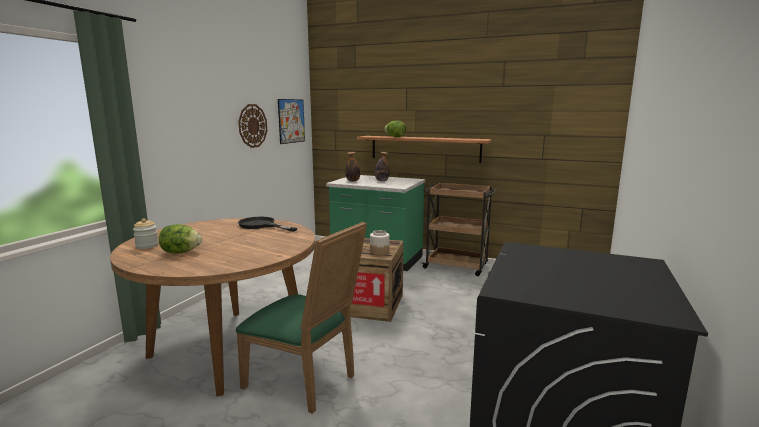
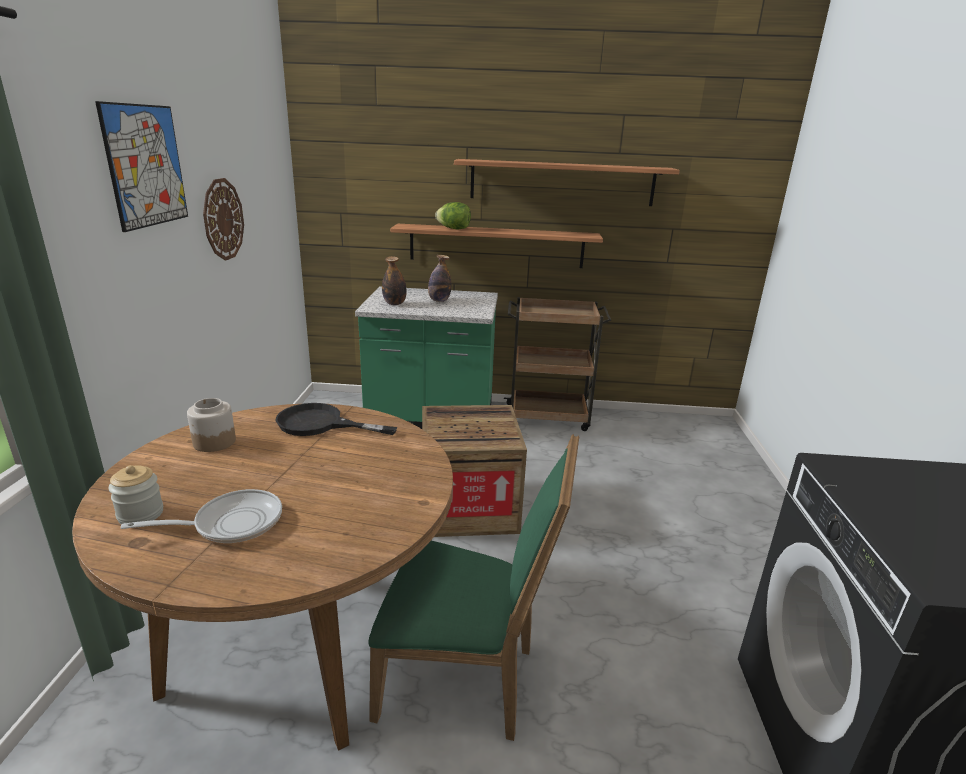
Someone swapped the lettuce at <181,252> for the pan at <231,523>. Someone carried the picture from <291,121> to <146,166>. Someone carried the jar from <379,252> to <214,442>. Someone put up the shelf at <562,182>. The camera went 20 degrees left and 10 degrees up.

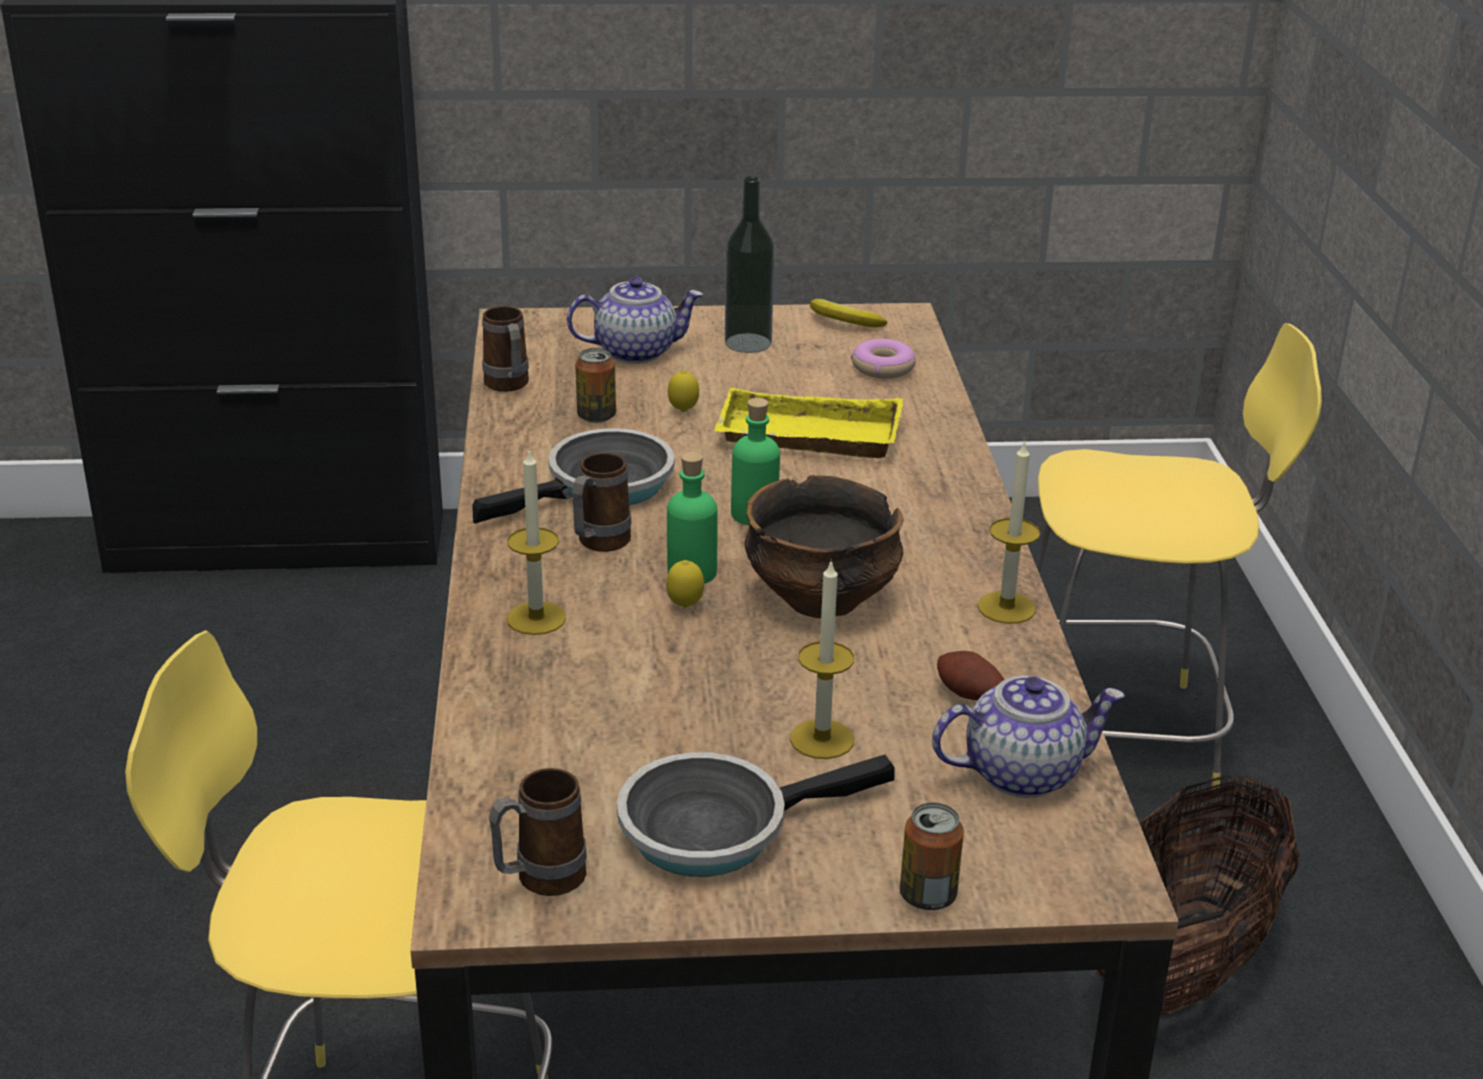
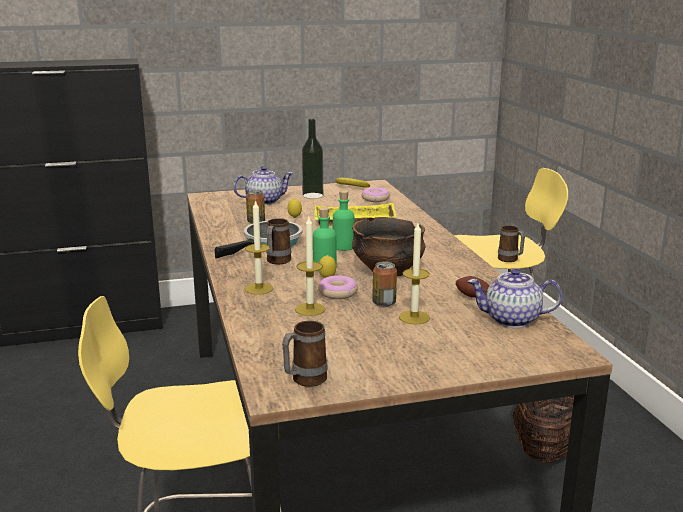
Someone carried the mug from <508,387> to <510,260>. Someone took away the pan at <716,828>. Someone carried the metal can from <928,896> to <384,303>. Someone rotated the tea pot at <1022,772> by 150 degrees counterclockwise. Someone carried the candle from <1006,607> to <310,309>. Someone put down the doughnut at <338,293>. The camera went 10 degrees left and 10 degrees down.

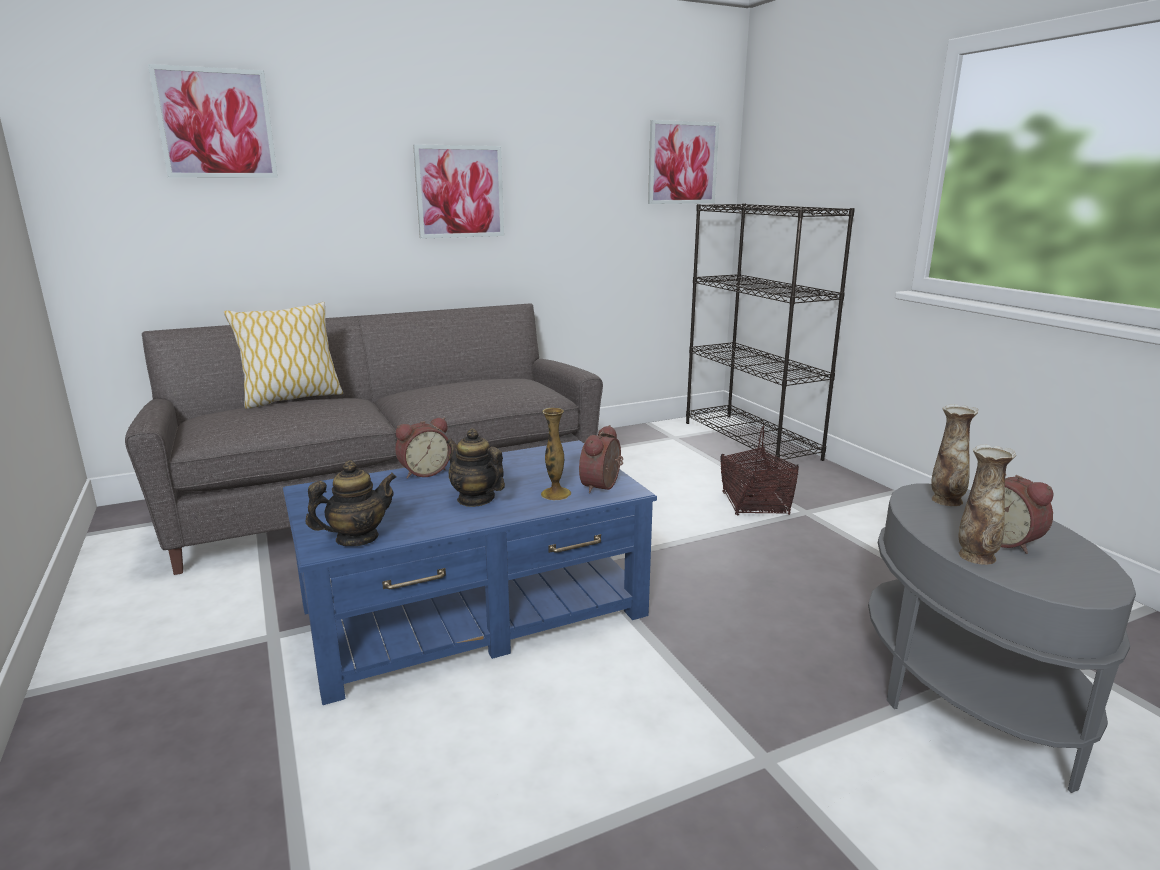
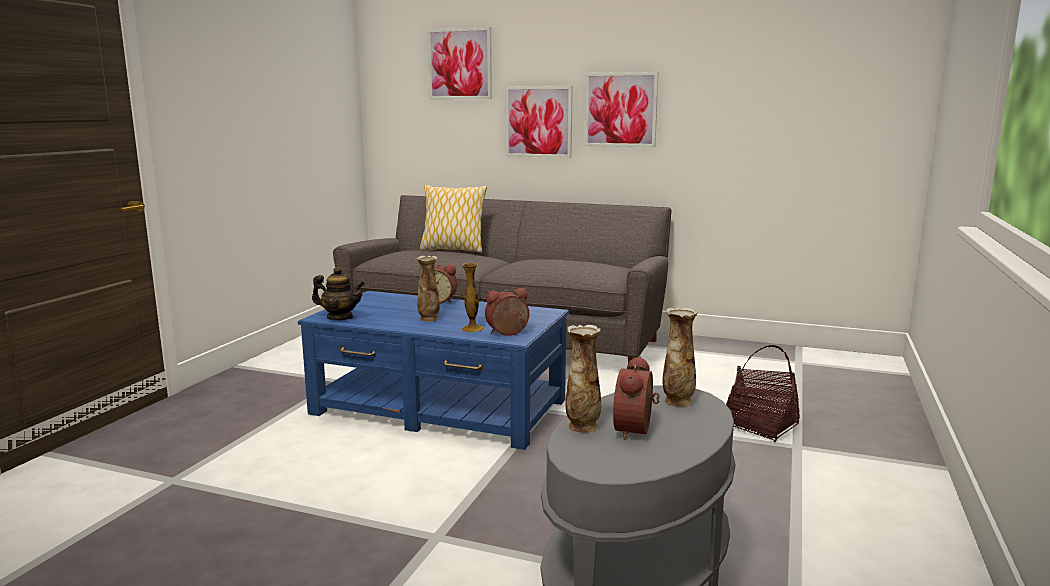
Someone swapped the tea pot at <476,499> for the flower vase at <428,319>. Someone carried the picture from <682,163> to <538,121>. Someone took away the black shelving unit at <751,440>. The camera went 45 degrees right and 5 degrees down.

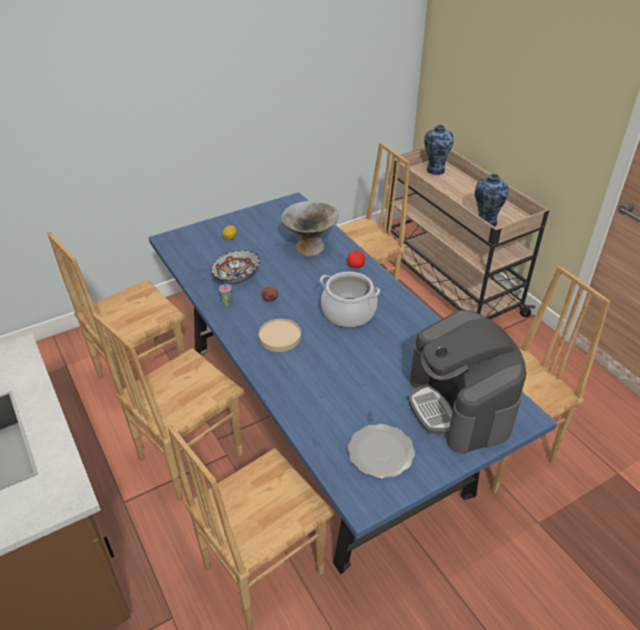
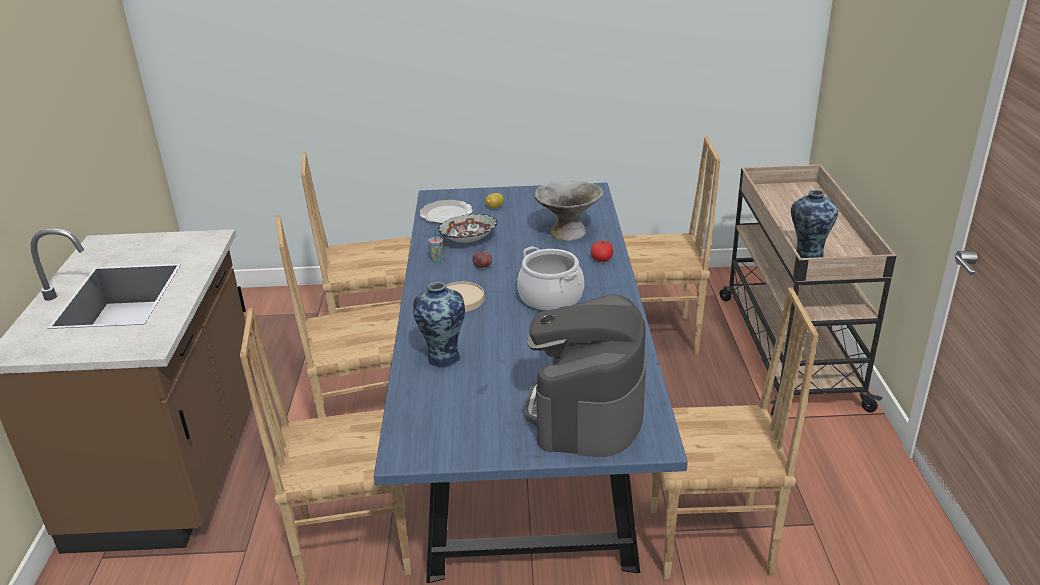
Someone carried the dinner plate from <381,452> to <447,214>. Someone carried the flower vase from <434,170> to <443,357>. The camera went 30 degrees right and 10 degrees down.

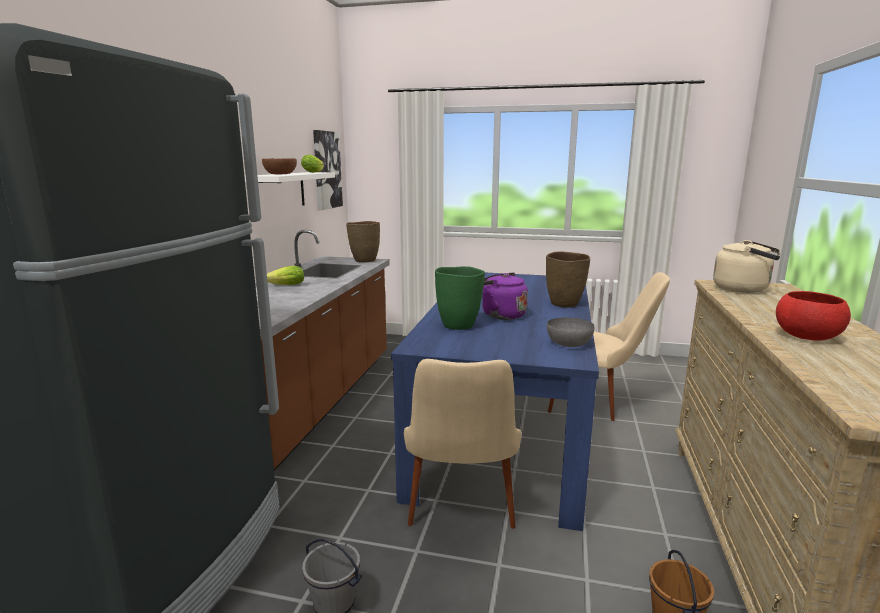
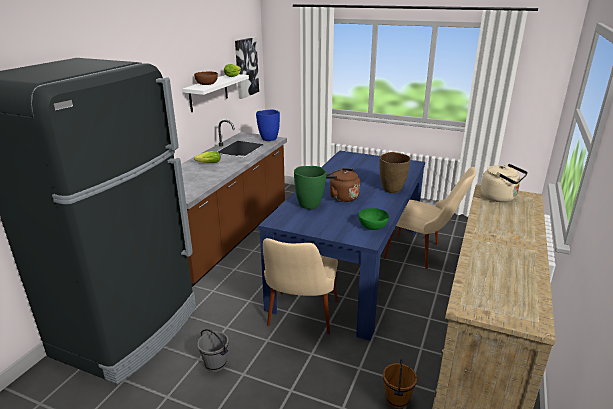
Someone repainted the brown-coloured flower vase at <364,261>, which became the blue-coloured flower vase at <268,139>. Someone repainted the purple tea kettle at <500,315>, which became the brown-coloured tea kettle at <342,197>. Someone repainted the greyish serving bowl at <568,344>, which became the green serving bowl at <372,226>. Someone took away the reddish serving bowl at <806,336>. The camera went 10 degrees right and 10 degrees up.

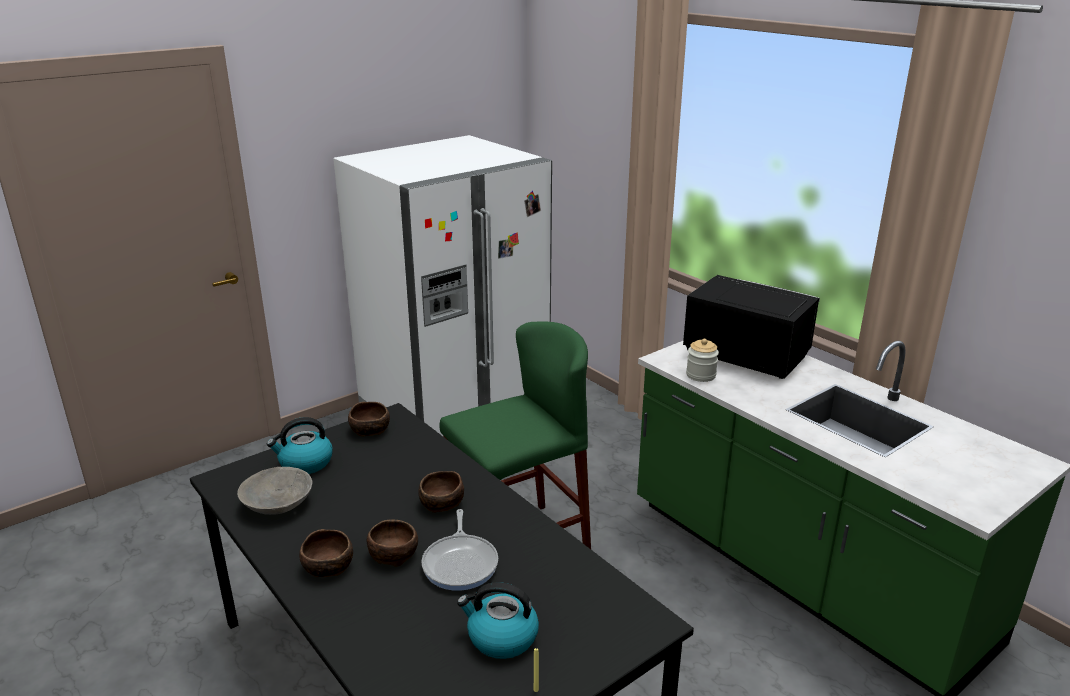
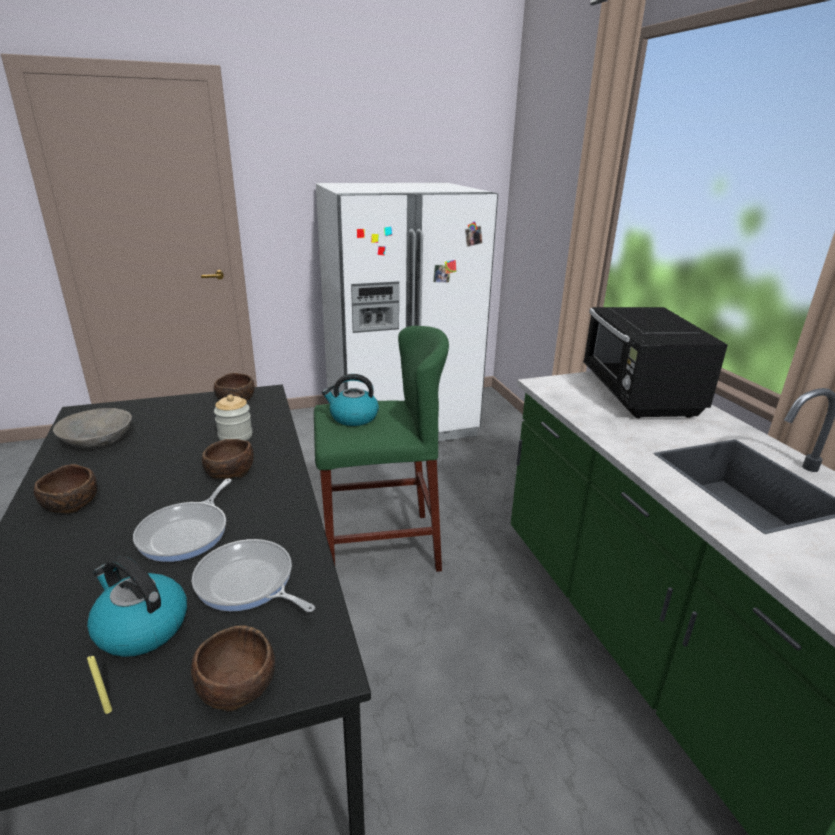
Someone carried the tea kettle from <305,463> to <353,417>. Someone carried the brown-coloured serving bowl from <393,554> to <238,682>. Someone rotated the black kitchen microwave at <744,355> by 150 degrees counterclockwise. Someone carried the jar from <701,375> to <235,436>. Someone put down the pan at <248,583>. The camera went 20 degrees right and 0 degrees up.

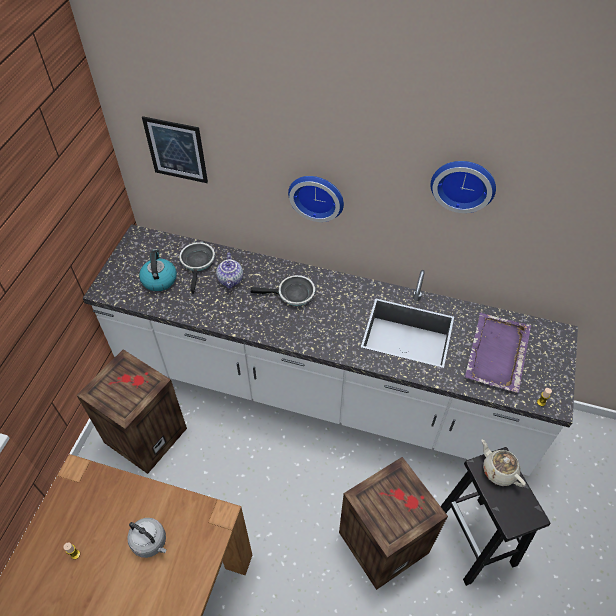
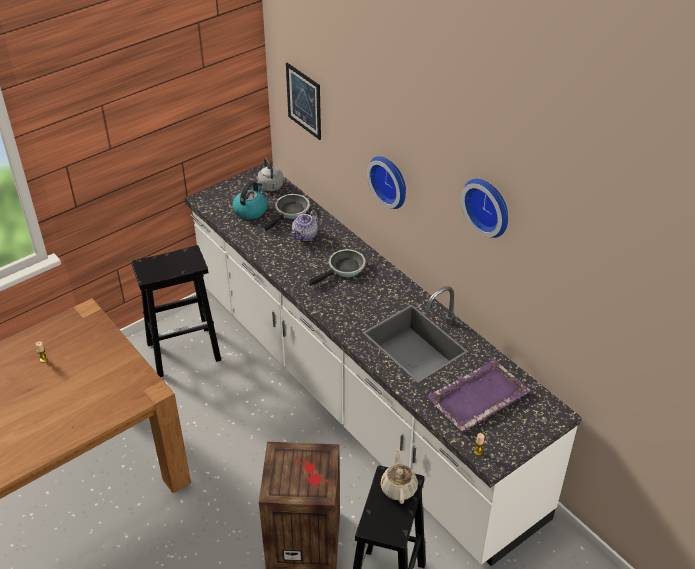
Someone swapped the crate at <145,434> for the black stool at <185,351>. Someone carried the greyish tea kettle from <151,542> to <271,187>. Someone rotated the pan at <293,294> by 75 degrees counterclockwise. The camera went 35 degrees right and 10 degrees down.

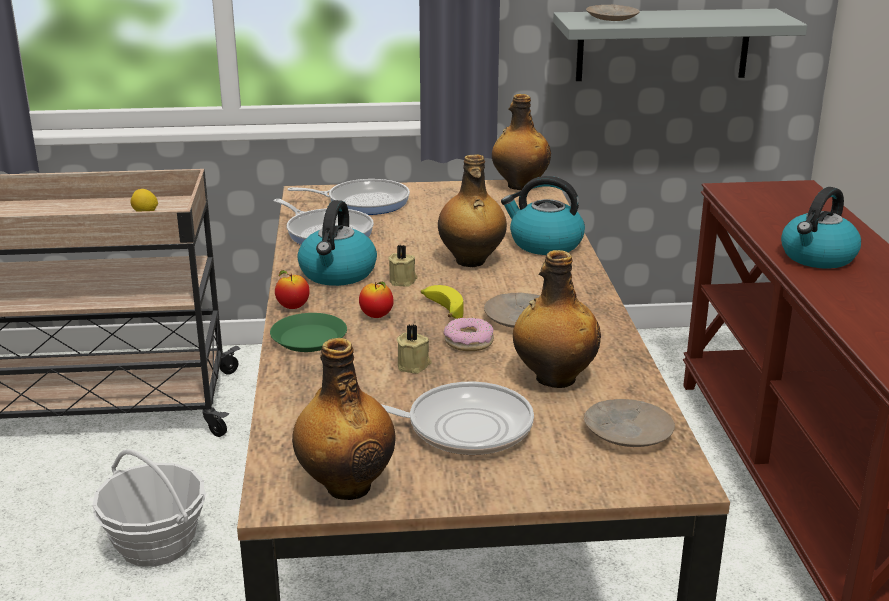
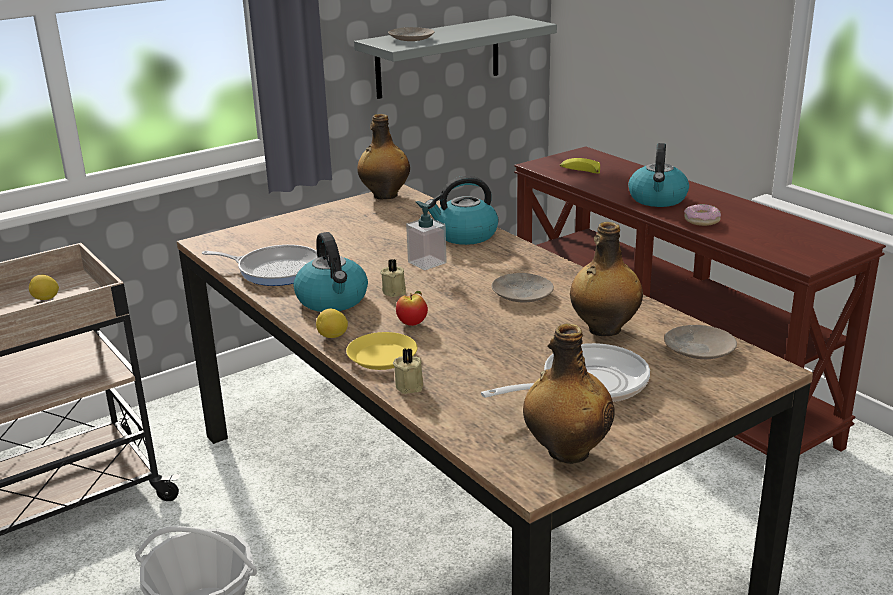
Someone repainted the green dinner plate at <308,339>, which became the yellowish dinner plate at <382,357>. Someone swapped the whole apple at <293,307> for the citrus fruit at <333,336>. Someone took away the pan at <363,202>. Someone carried the sand-coloured candle from <414,365> to <410,385>. Someone carried the banana fruit from <442,309> to <580,172>. Someone swapped the drink bottle at <471,261> for the soap dispenser at <427,262>. Someone carried the doughnut from <469,342> to <702,220>. The camera went 30 degrees left and 0 degrees up.

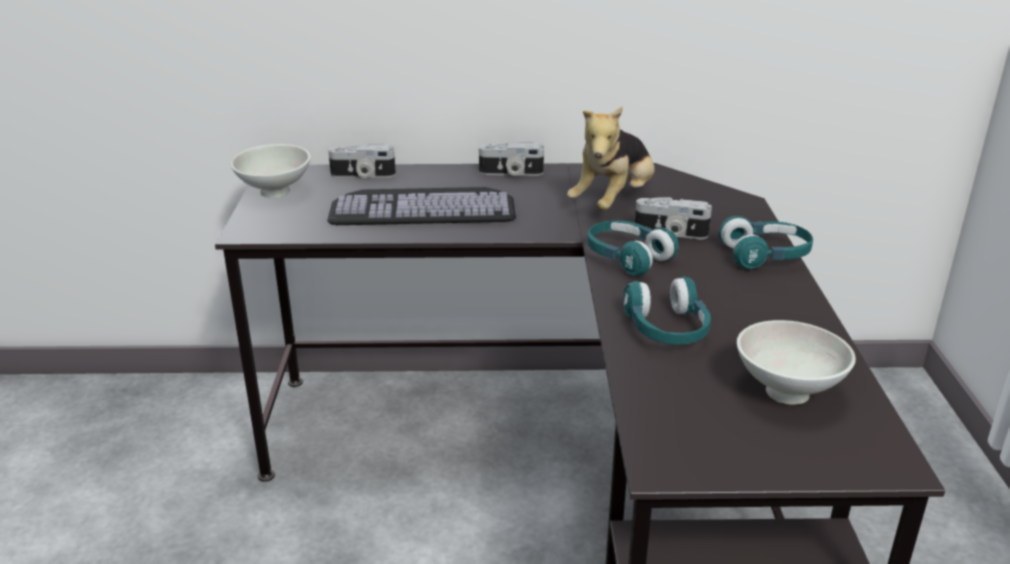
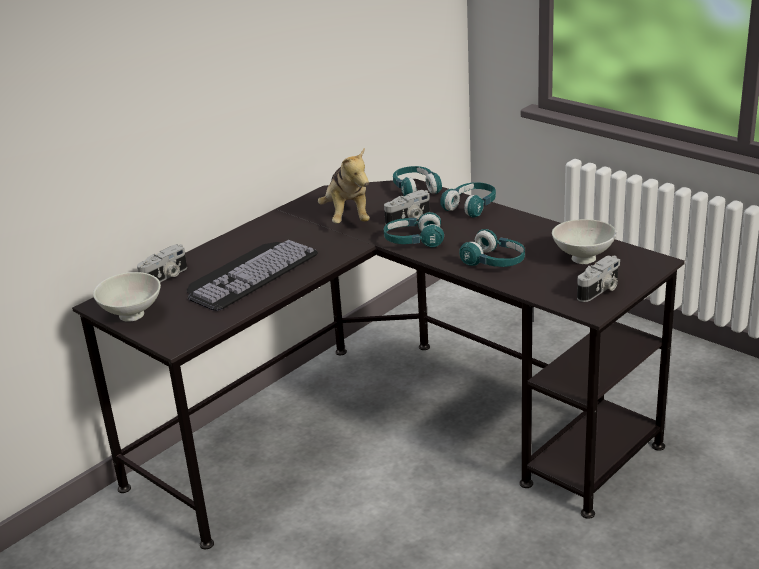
Someone carried the photo camera from <511,173> to <600,290>. Someone put down the blue-green headset at <415,189>. The camera went 45 degrees left and 0 degrees up.

